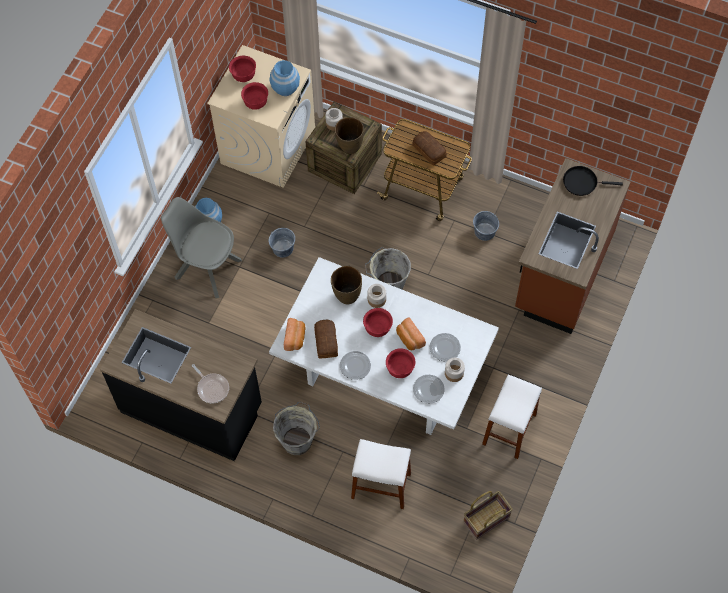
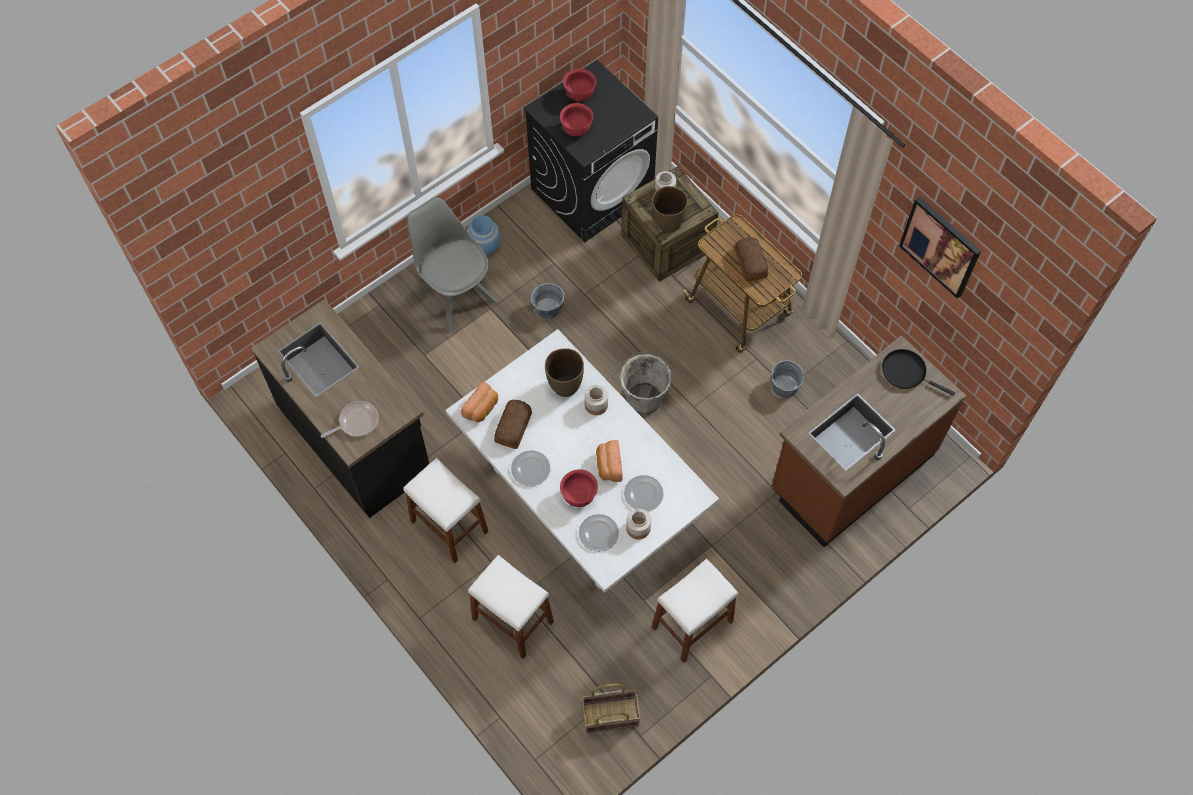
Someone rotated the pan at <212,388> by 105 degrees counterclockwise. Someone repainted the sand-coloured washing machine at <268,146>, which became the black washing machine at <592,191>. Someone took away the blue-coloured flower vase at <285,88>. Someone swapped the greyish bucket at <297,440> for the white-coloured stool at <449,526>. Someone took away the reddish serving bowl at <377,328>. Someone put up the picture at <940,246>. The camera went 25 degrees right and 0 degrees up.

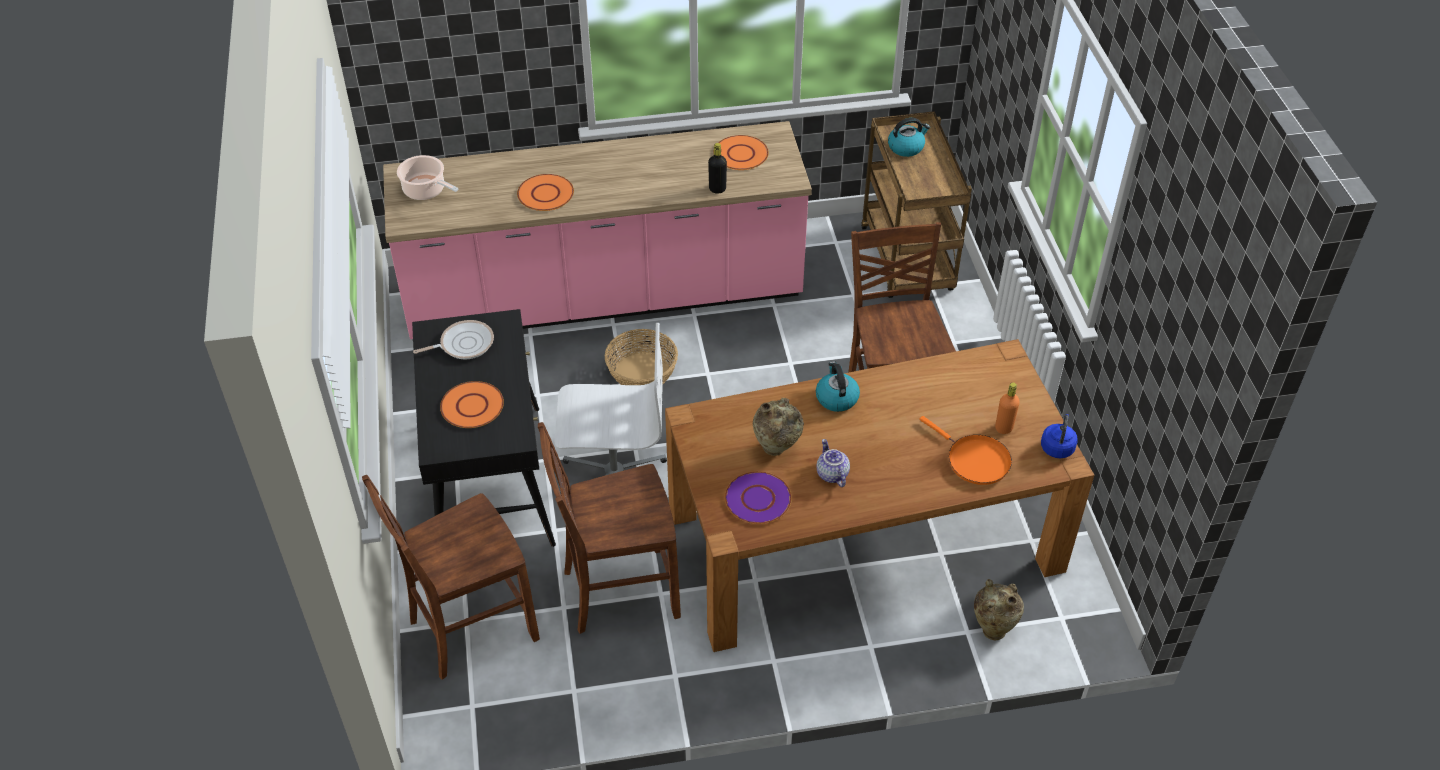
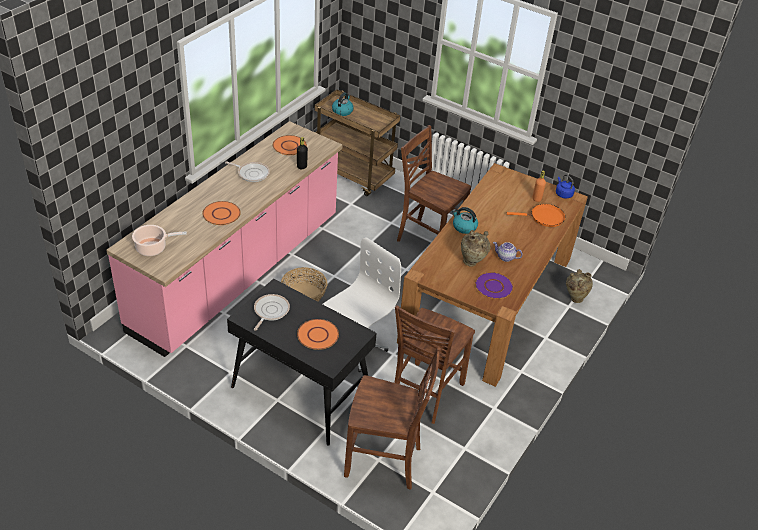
Someone rotated the brown-coloured plain chair at <470,629> by 90 degrees counterclockwise. Someone put down the pan at <252,173>. The camera went 50 degrees left and 5 degrees down.

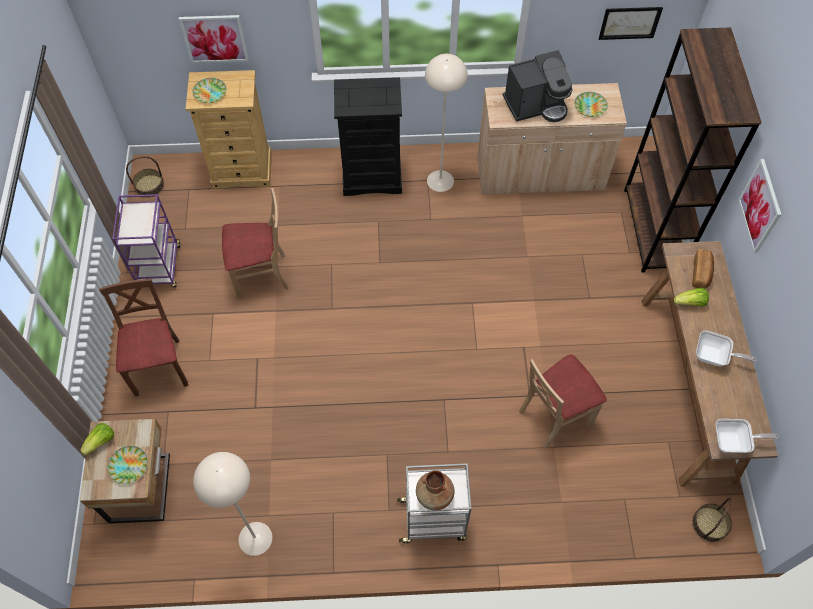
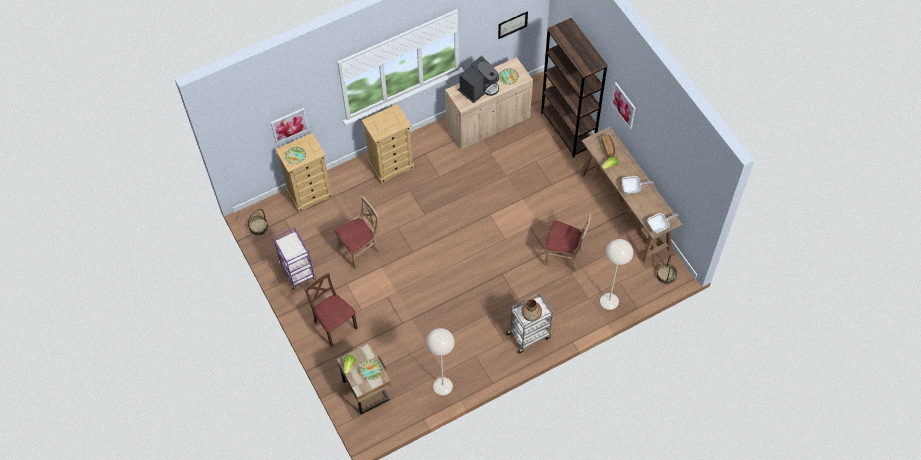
Someone repainted the black chest of drawers at <372,177>, which became the sand-coloured chest of drawers at <391,165>. Someone carried the sand-coloured standing lamp from <440,180> to <609,301>. Someone rotated the sand-coloured plain chair at <554,416> by 105 degrees counterclockwise. The camera went 25 degrees left and 0 degrees up.

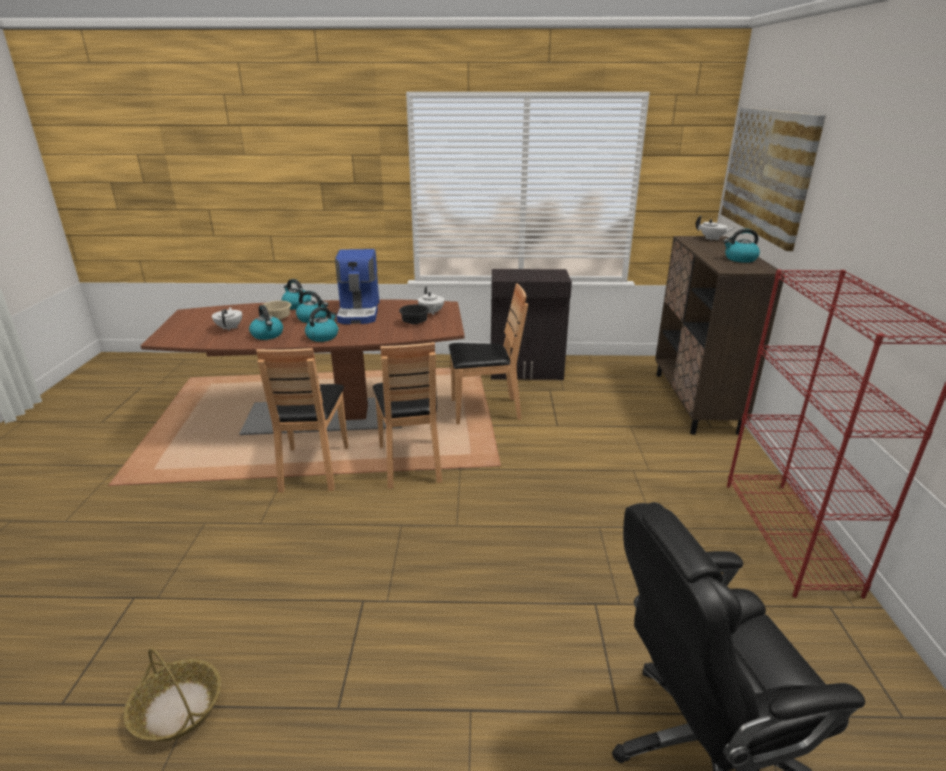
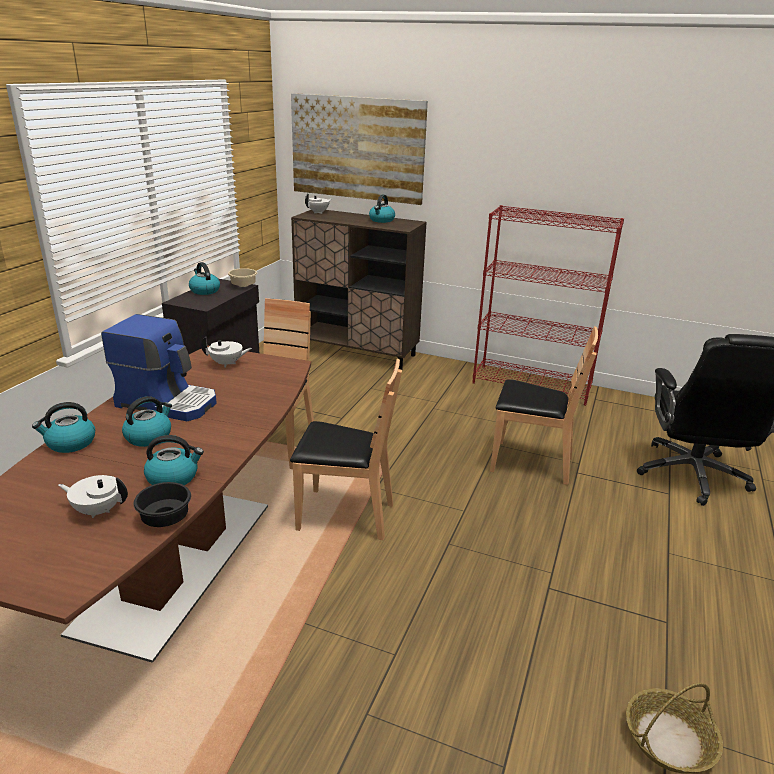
Someone carried the brown-coloured plain chair from <313,468> to <530,463>. Someone carried the sand-coloured serving bowl from <279,318> to <244,285>. Someone carried the tea kettle from <323,336> to <204,290>. Someone carried the black serving bowl from <413,323> to <164,520>. The camera went 70 degrees left and 0 degrees up.

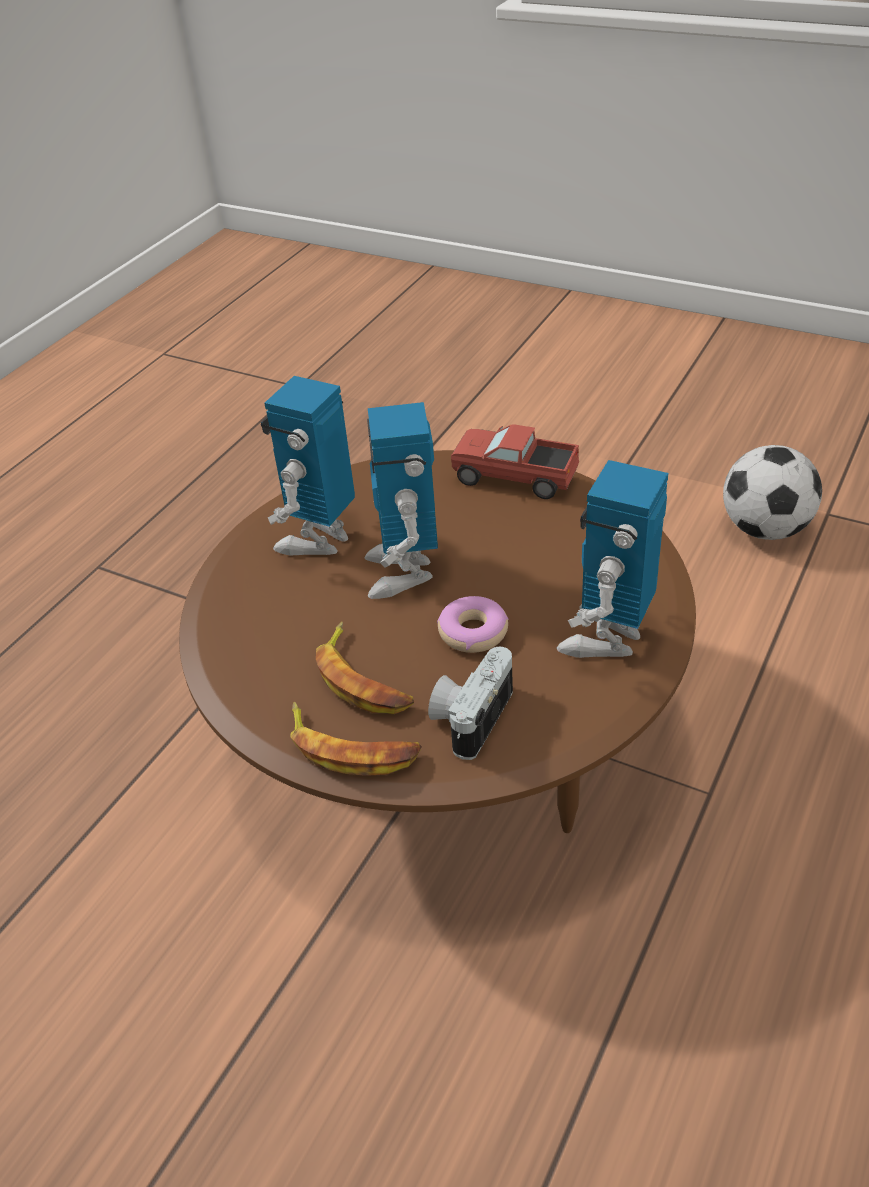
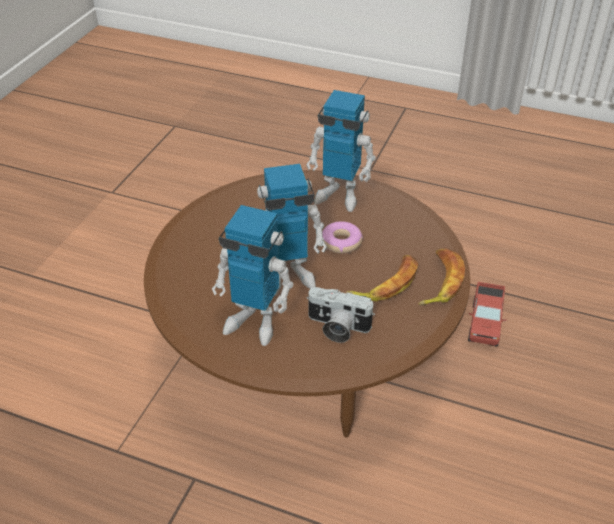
Someone carried the photo camera from <470,716> to <337,327>. Someone carried the toy truck from <515,479> to <485,323>. Someone took away the football ball at <765,529>. The camera went 100 degrees left and 0 degrees up.

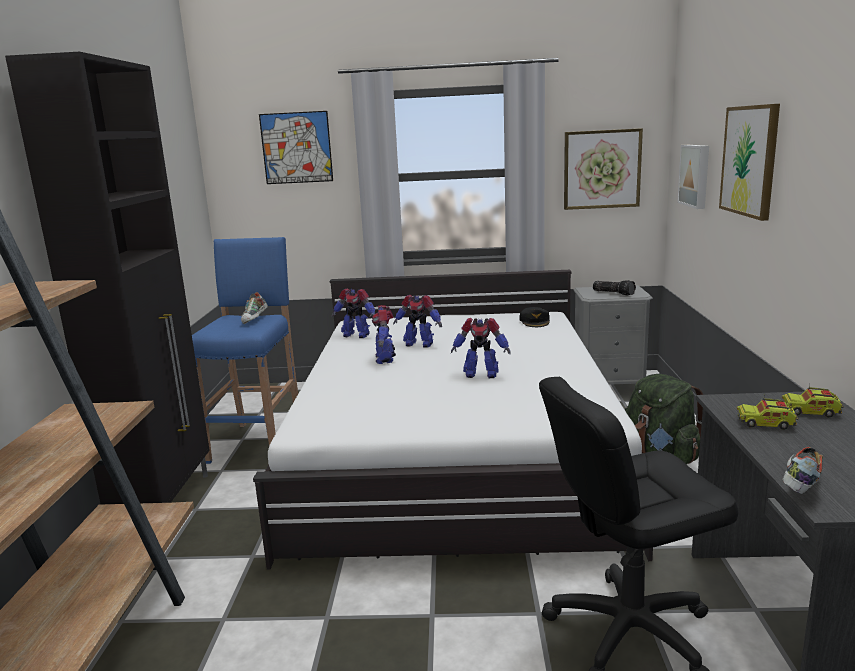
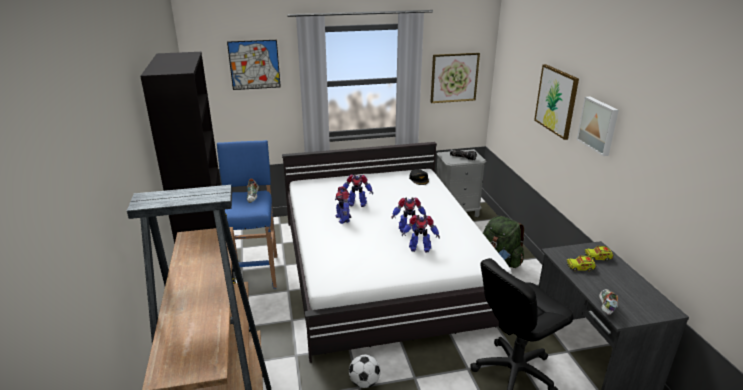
Someone carried the robot figure from <356,335> to <419,248>. Someone carried the picture from <696,175> to <599,125>. Someone put down the football ball at <364,382>. The camera went 15 degrees left and 10 degrees up.

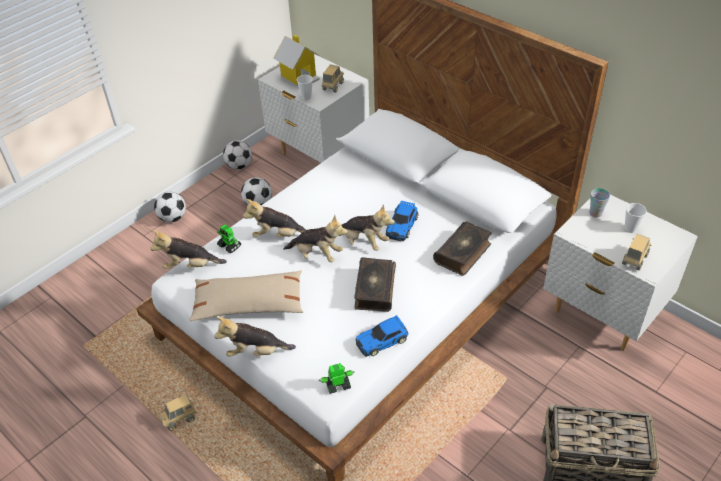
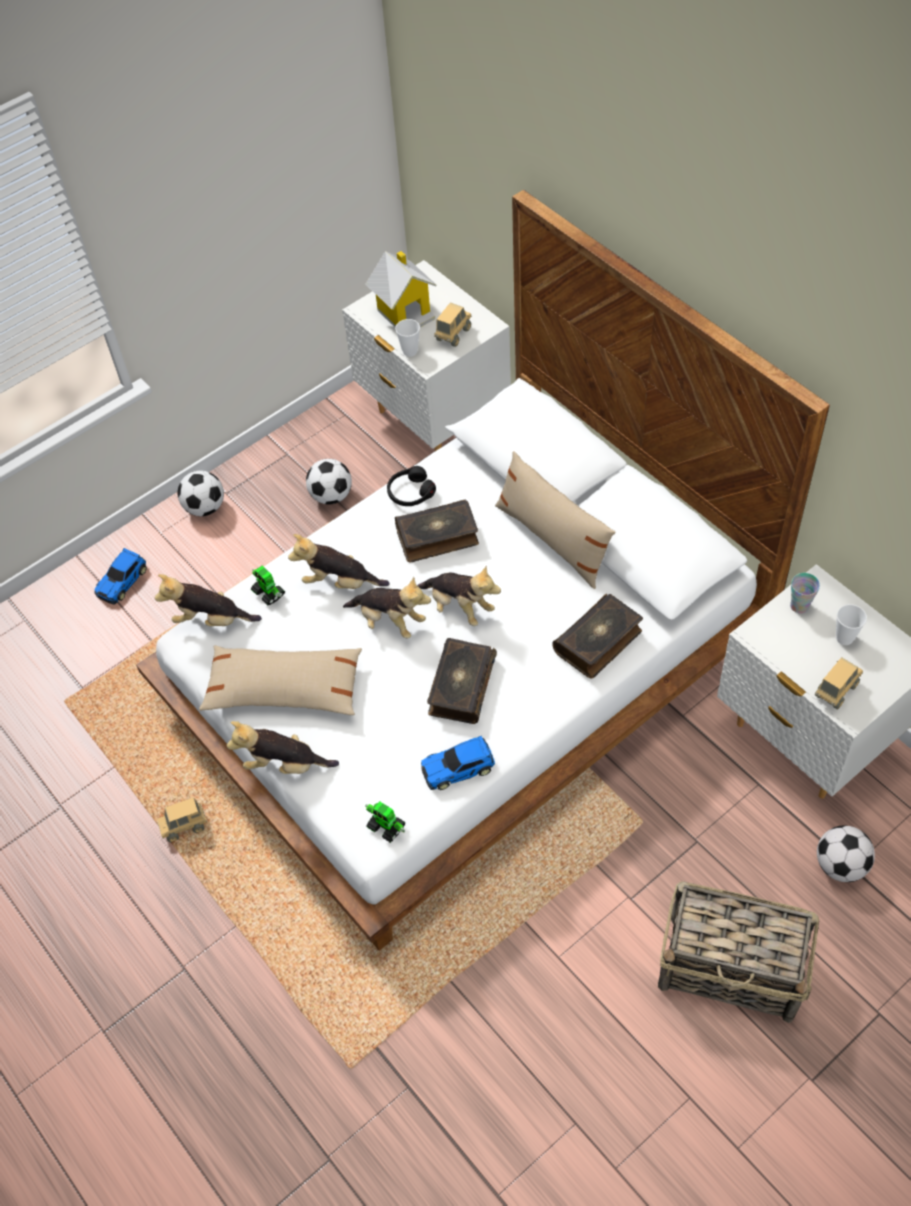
Someone carried the football ball from <239,166> to <840,865>. Someone rotated the robot figure at <337,385> by 135 degrees counterclockwise. Someone carried the miniature car from <402,225> to <123,580>. Someone put down the black headset at <410,492>. Someone put down the book at <437,537>. Someone put down the sand-coloured throw pillow at <553,539>. The camera went 10 degrees right and 10 degrees up.

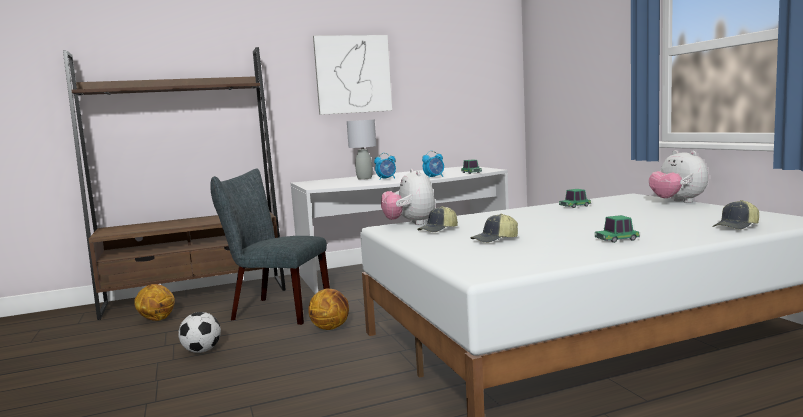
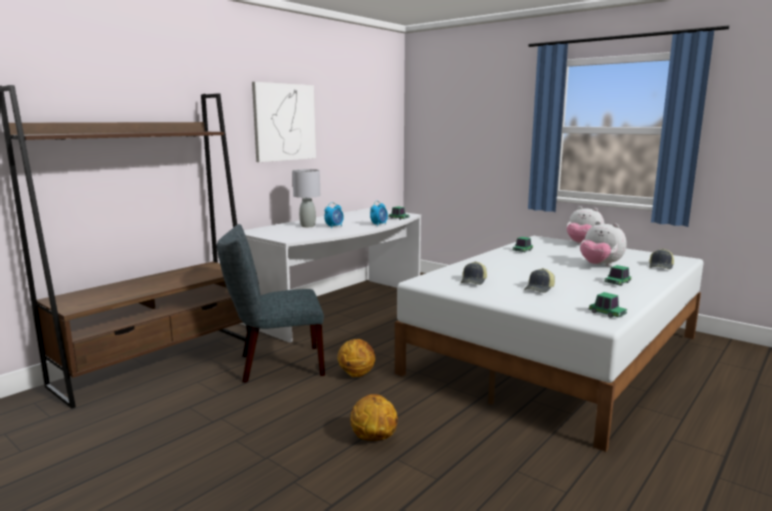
Someone carried the basketball from <156,319> to <373,438>. Someone took away the football ball at <202,351>. Someone carried the plush toy from <410,224> to <600,265>. Someone put down the miniature car at <607,313>. The camera went 30 degrees left and 5 degrees up.

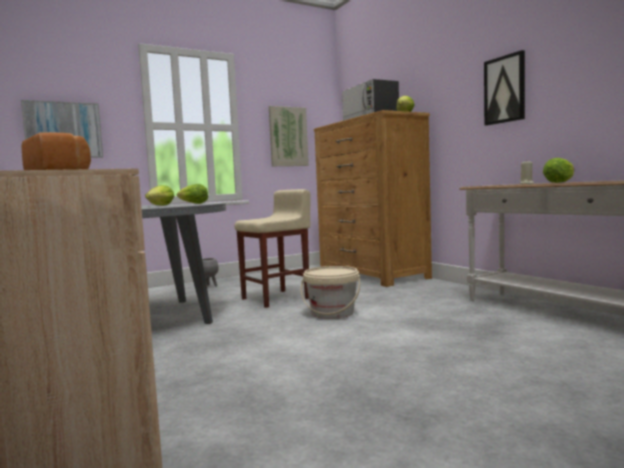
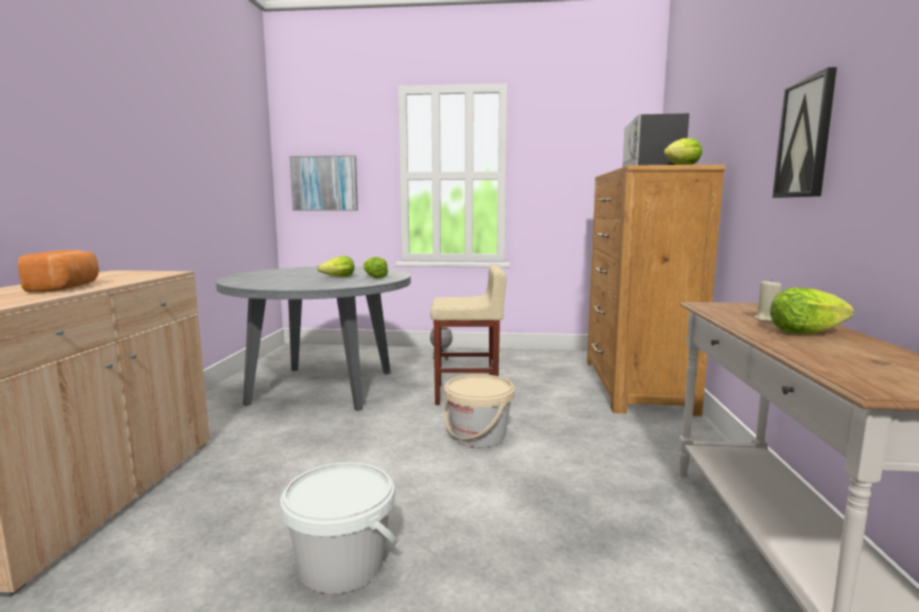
Someone took away the picture at <288,136>. Someone put down the white-coloured bucket at <342,564>. The camera went 35 degrees right and 5 degrees up.

